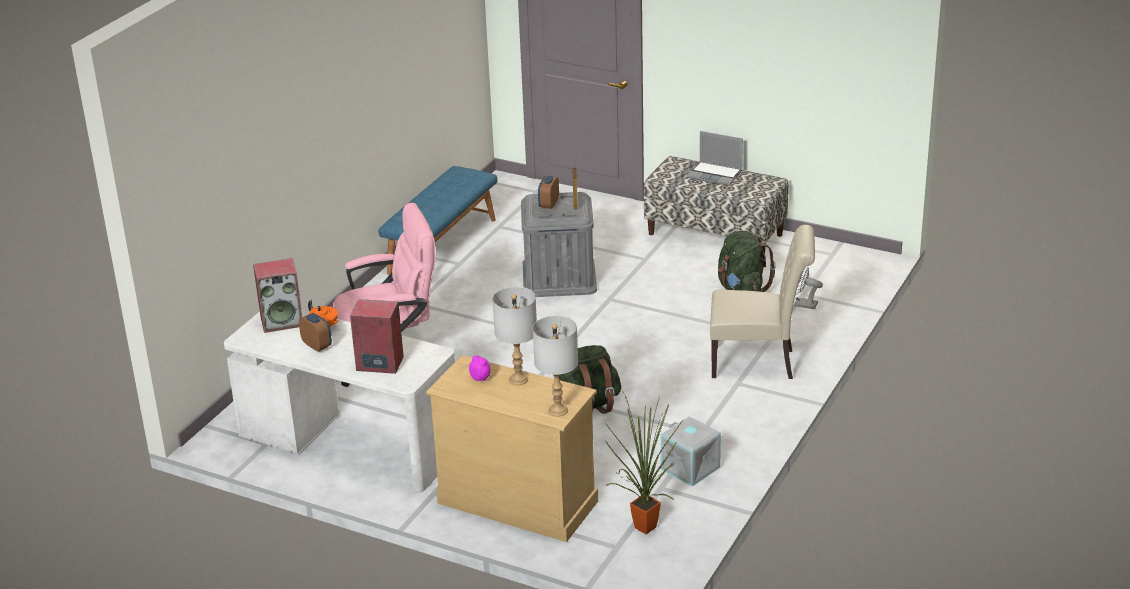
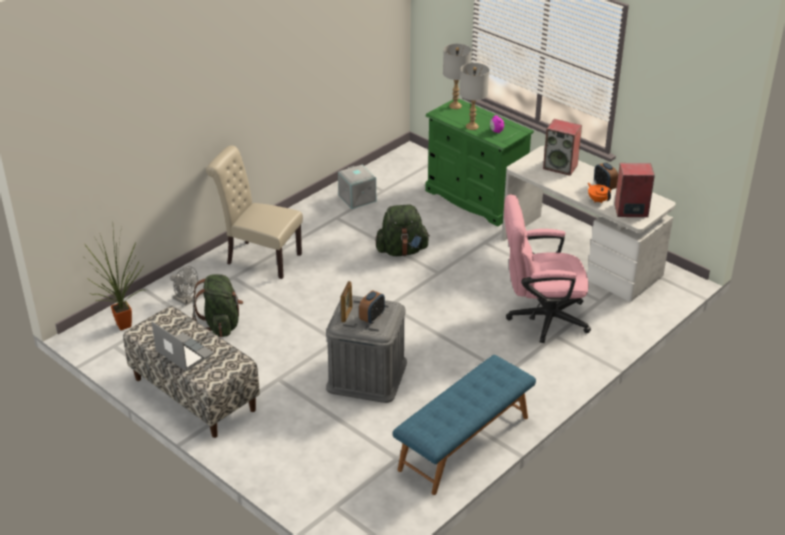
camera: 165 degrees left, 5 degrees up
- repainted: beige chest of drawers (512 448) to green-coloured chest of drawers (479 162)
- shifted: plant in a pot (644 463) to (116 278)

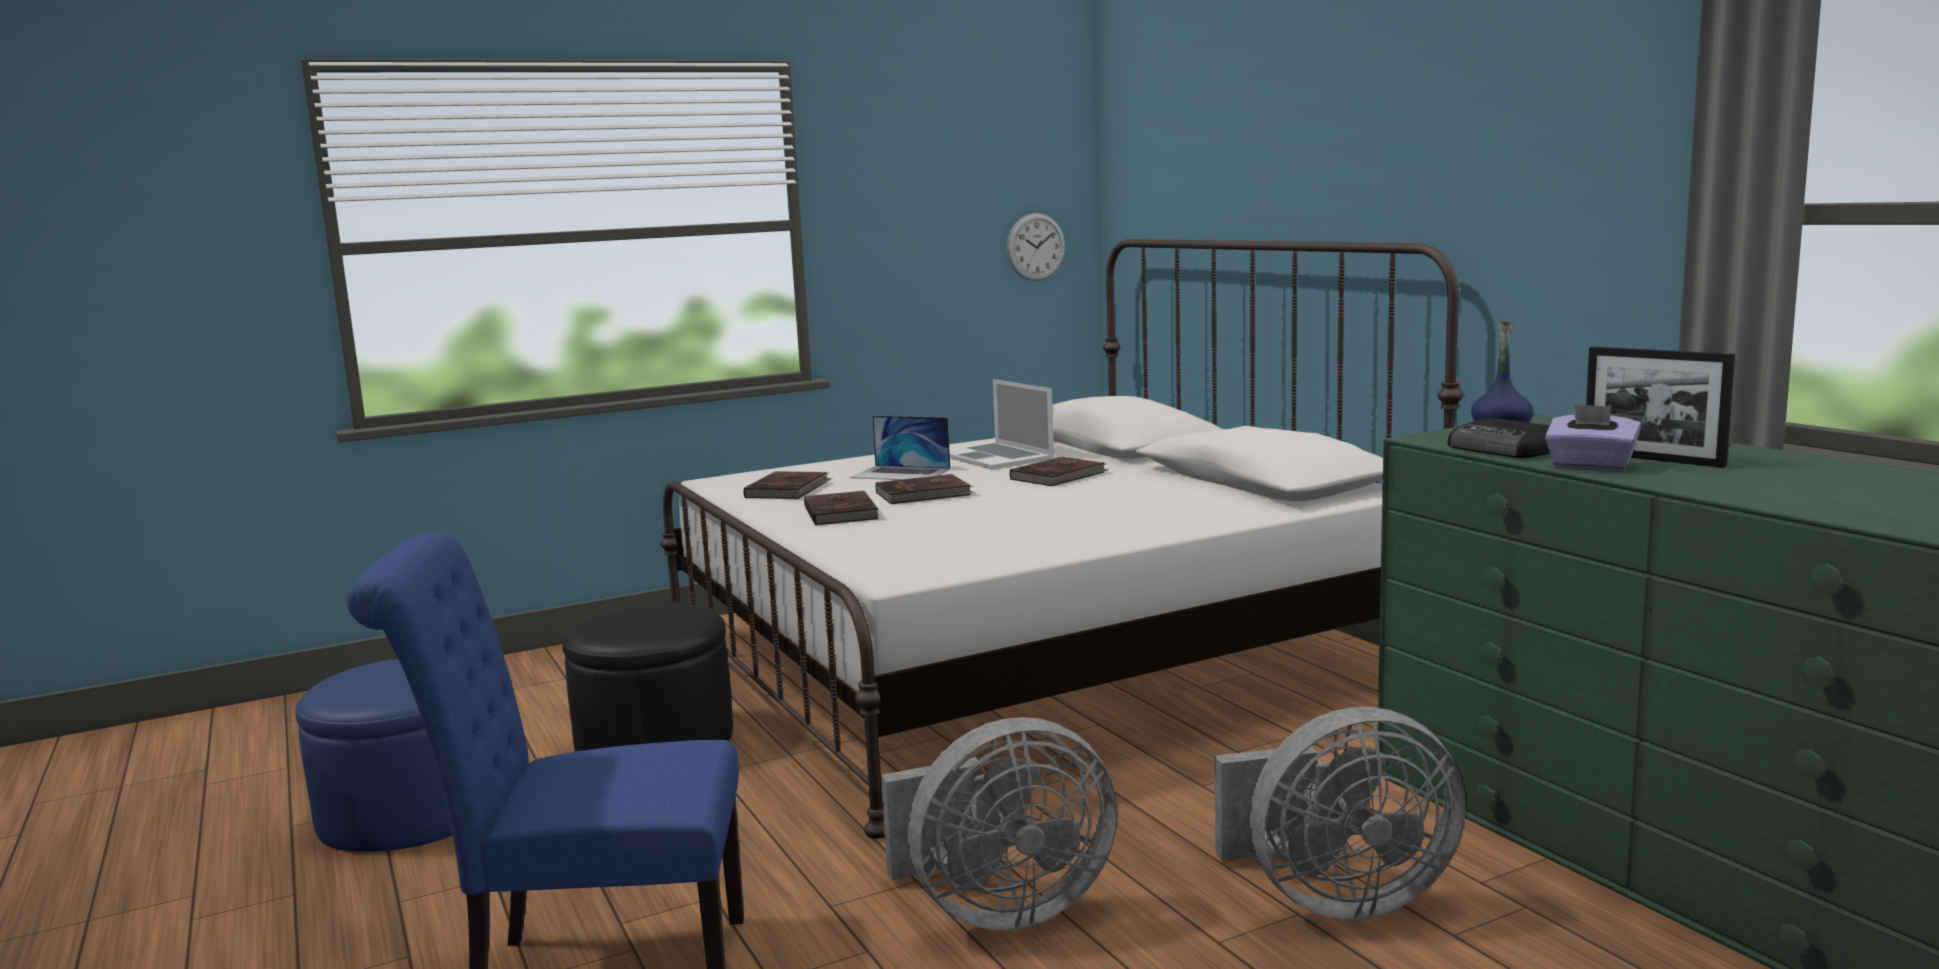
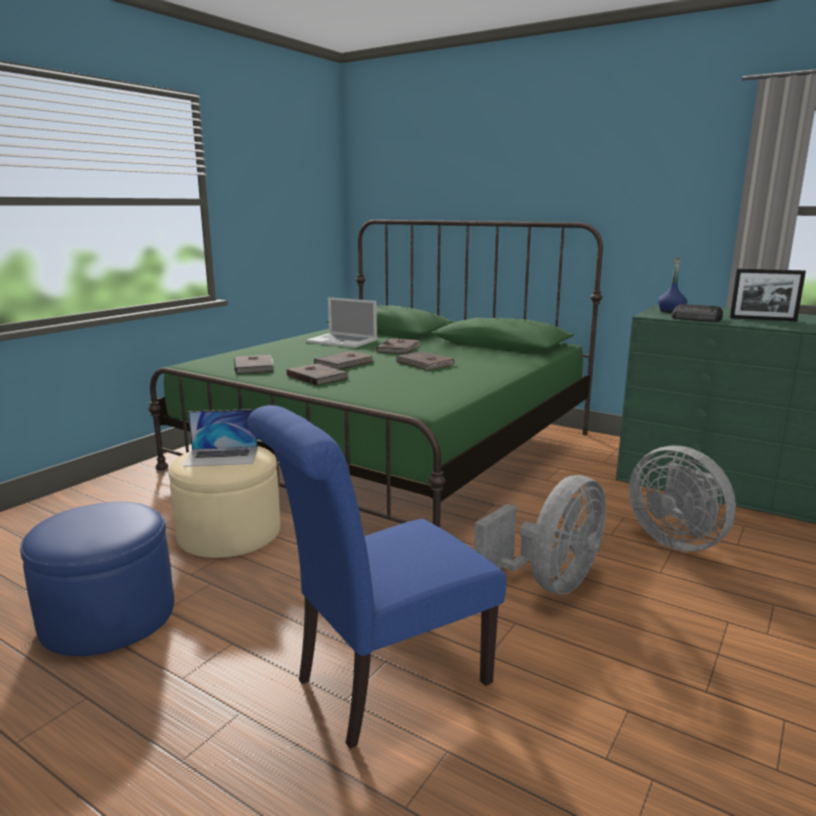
camera: 30 degrees left, 5 degrees up
- repainted: black ottoman (647 677) to beige ottoman (224 502)
- repainted: white bedroom bed (1061 539) to green-coloured bedroom bed (375 373)
- shifted: notebook computer (900 448) to (220 438)
- gone: clock on the wall (1036 247)
- rotated: greyish cooling fan (1340 813) = (682 499) 90 degrees clockwise
- gone: purplish tissue holder (1593 437)
- new: brown bound book (425 360)

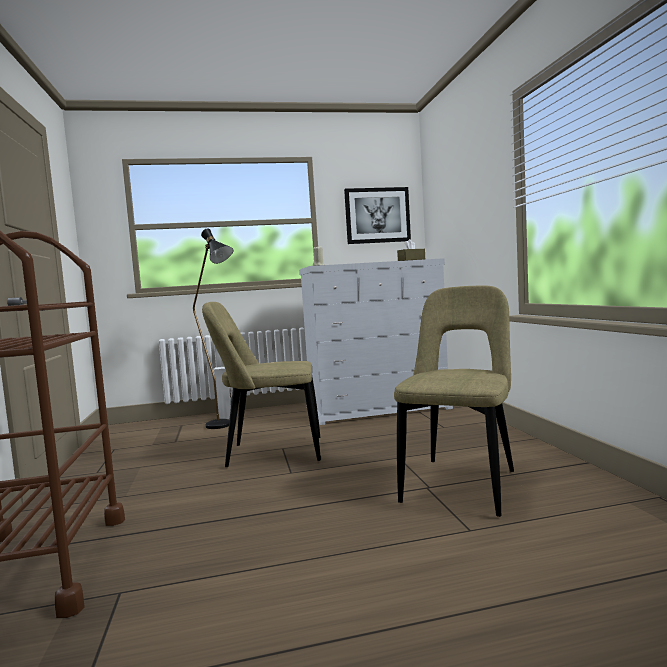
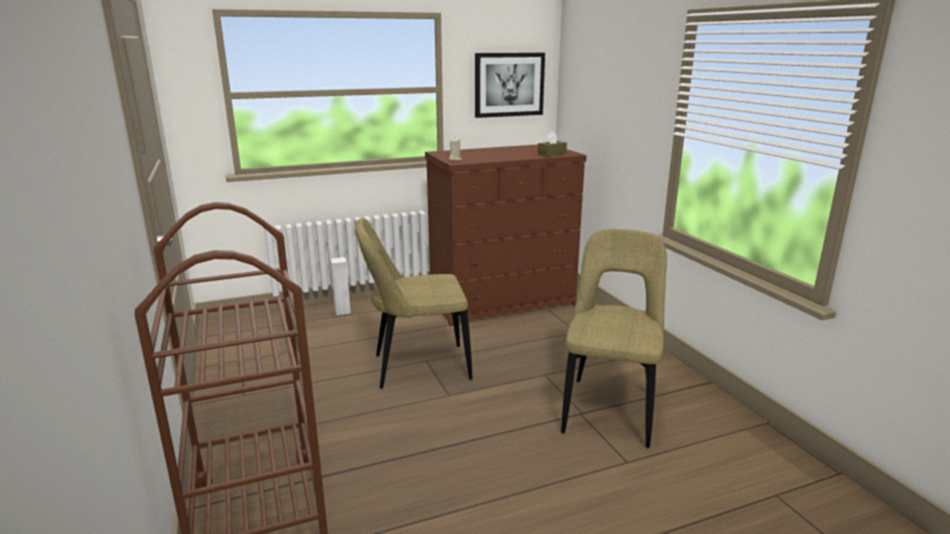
camera: 10 degrees left, 15 degrees up
- gone: black floor lamp (213 328)
- repainted: white chest of drawers (376 341) to brown chest of drawers (506 235)

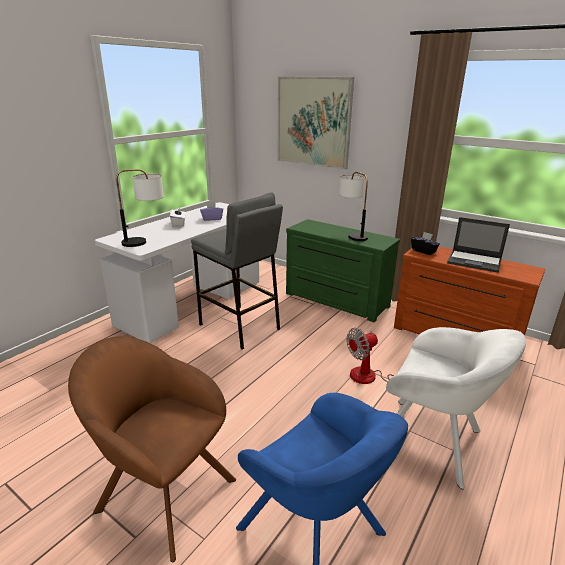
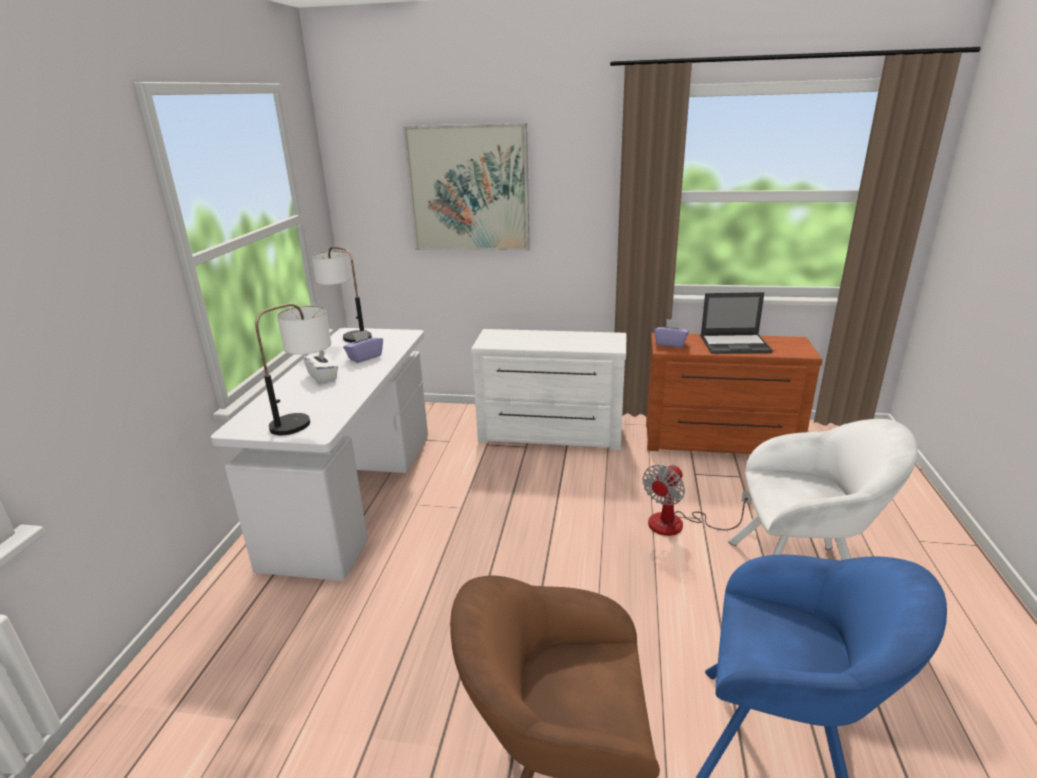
camera: 25 degrees left, 0 degrees up
- gone: greyish sitting stool (237 271)
- repainted: green-coloured chest of drawers (343 270) to white chest of drawers (548 389)
- shifted: table lamp (353 206) to (341 295)
- repainted: black tissue holder (425 243) to purplish tissue holder (671 333)

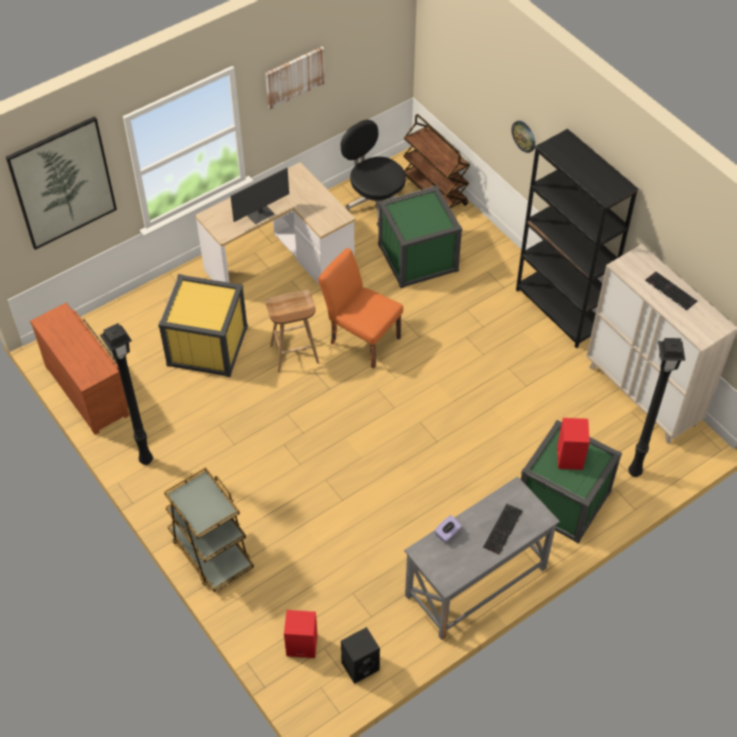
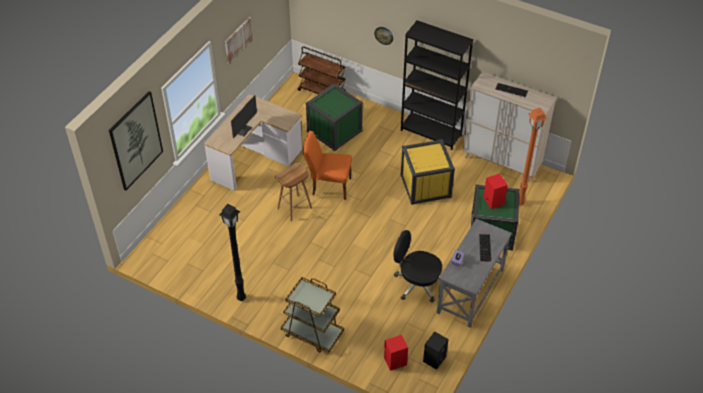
camera: 25 degrees left, 5 degrees down
- gone: brown chest of drawers (80 369)
- shifted: yellow-coloured storage bin (203 325) to (427 172)
- shifted: black computer chair (373 173) to (417 266)
- repainted: black floor lamp (656 407) to orange-coloured floor lamp (533 157)

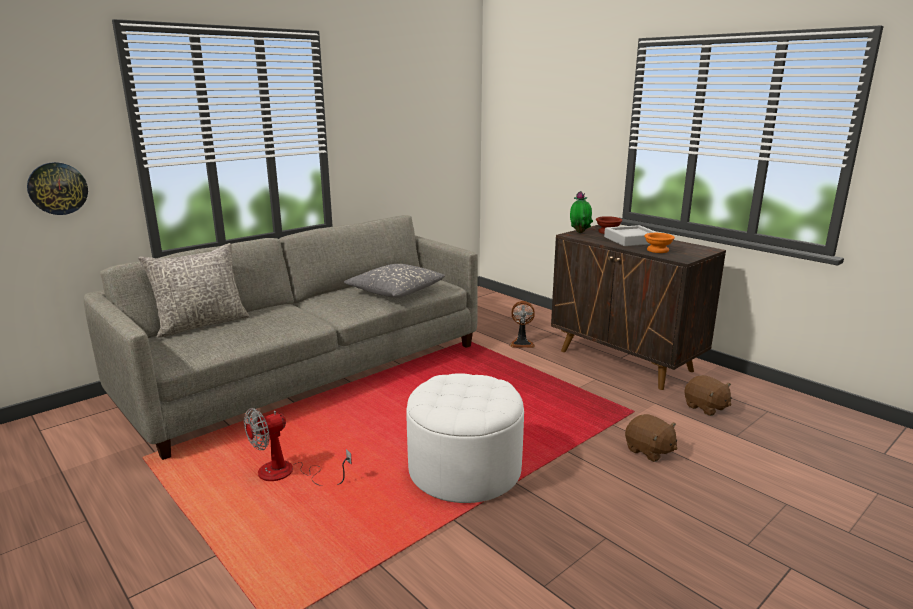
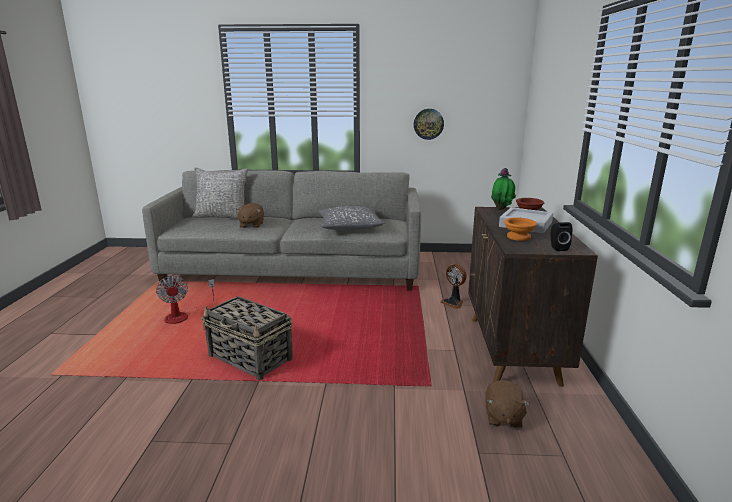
camera: 45 degrees right, 0 degrees up
- shifted: clock on the wall (57 188) to (429 124)
- rotated: cooling fan (298 447) = (185 300) 120 degrees counterclockwise
- swapped: white ottoman (465 438) to basket (247 338)
- shifted: brown soft toy (651 438) to (250 215)
- new: black loudspeaker (561 236)

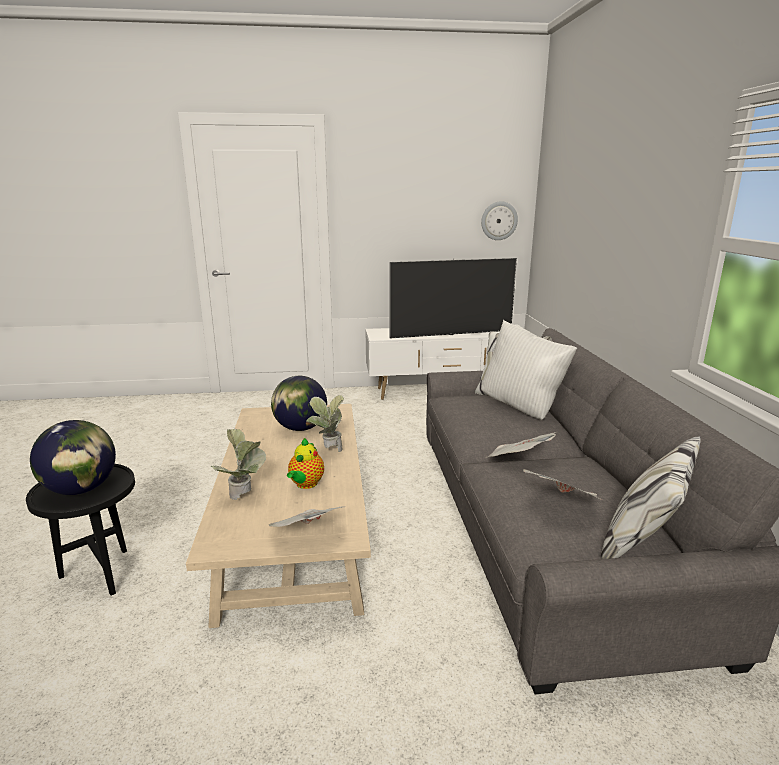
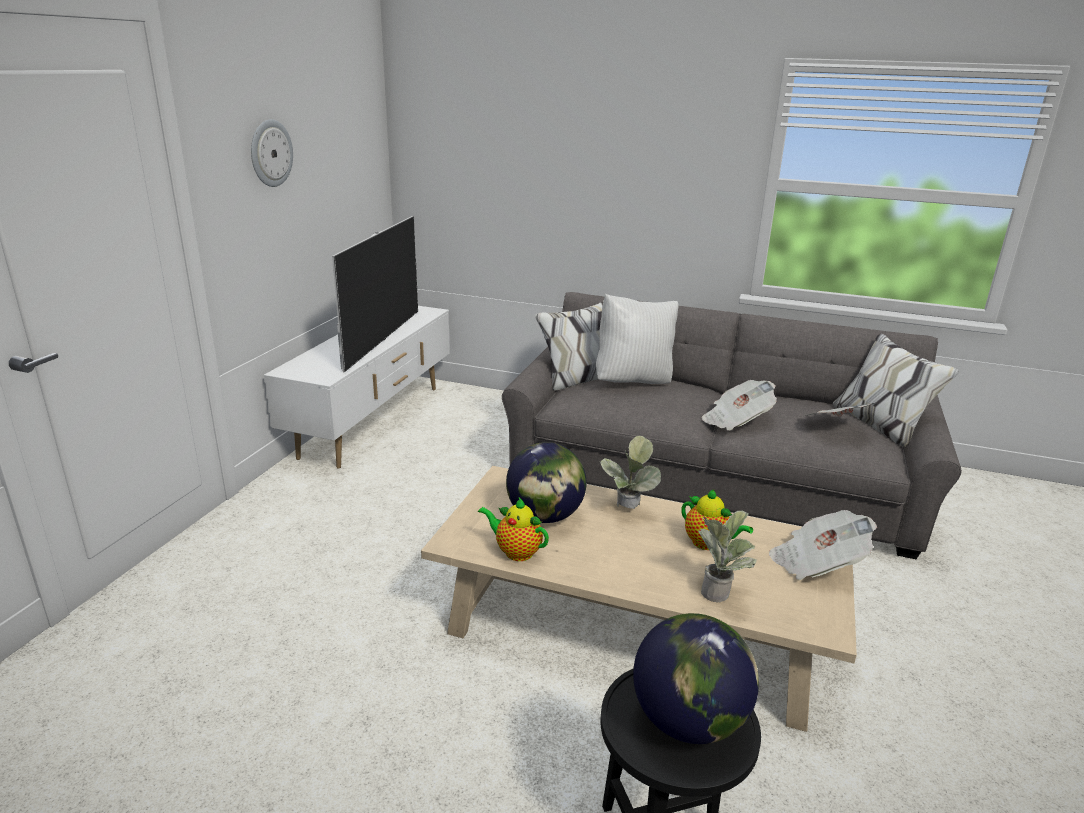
camera: 65 degrees left, 5 degrees up
- shifted: clock on the wall (499 220) to (272 153)
- new: teapot (513 529)

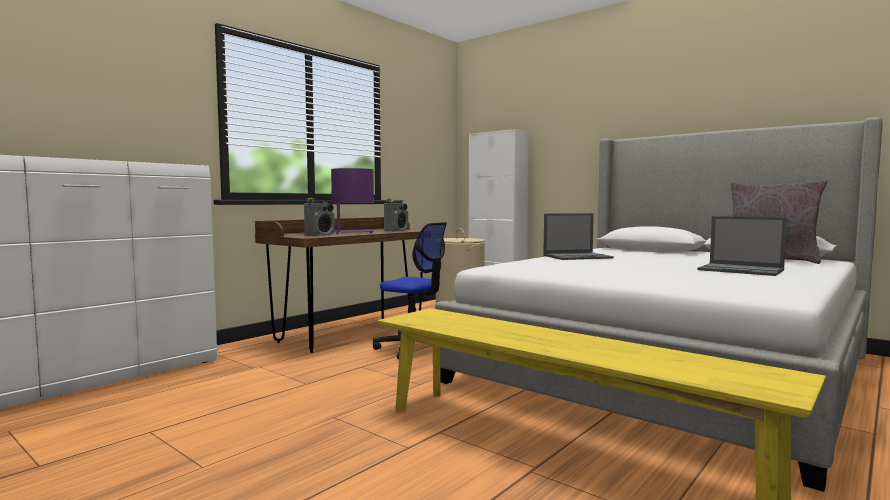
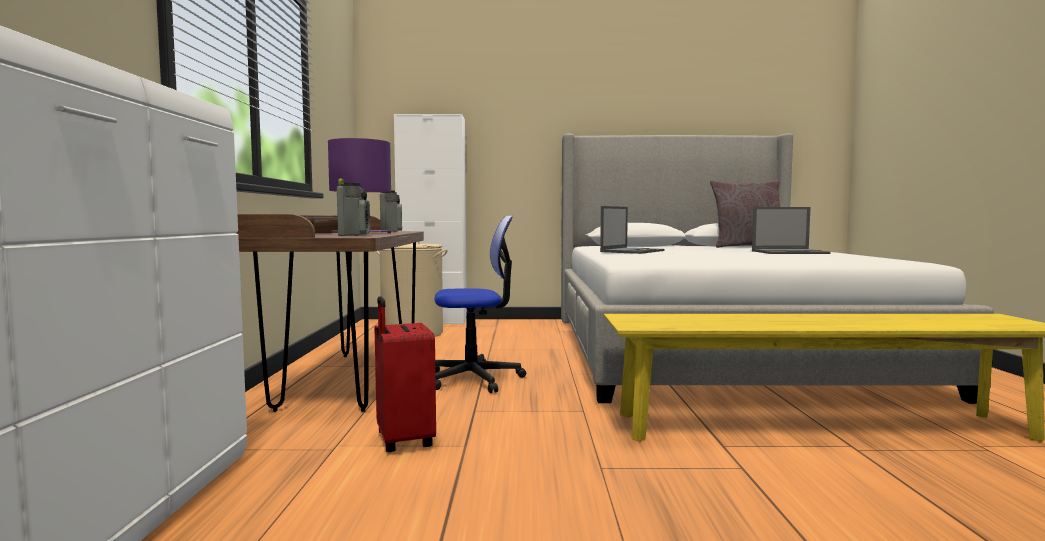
camera: 40 degrees left, 0 degrees up
- new: reddish piece of luggage (405 374)

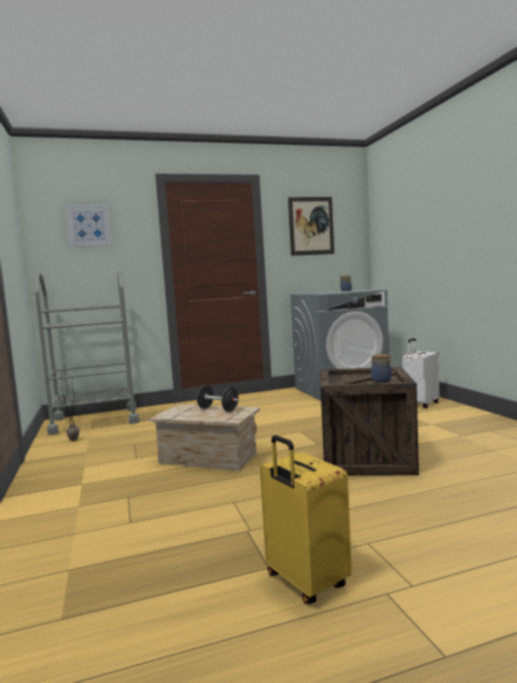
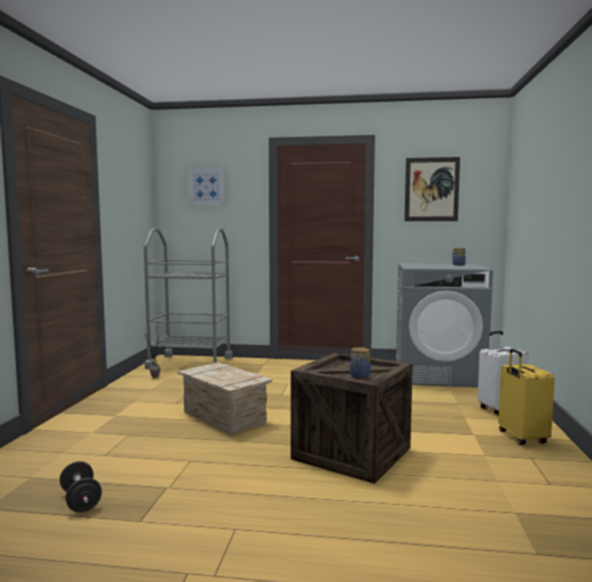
camera: 25 degrees right, 0 degrees up
- shifted: black hand weight (218 398) to (80 486)
- shifted: yellow-coloured piece of luggage (306 519) to (526 397)

